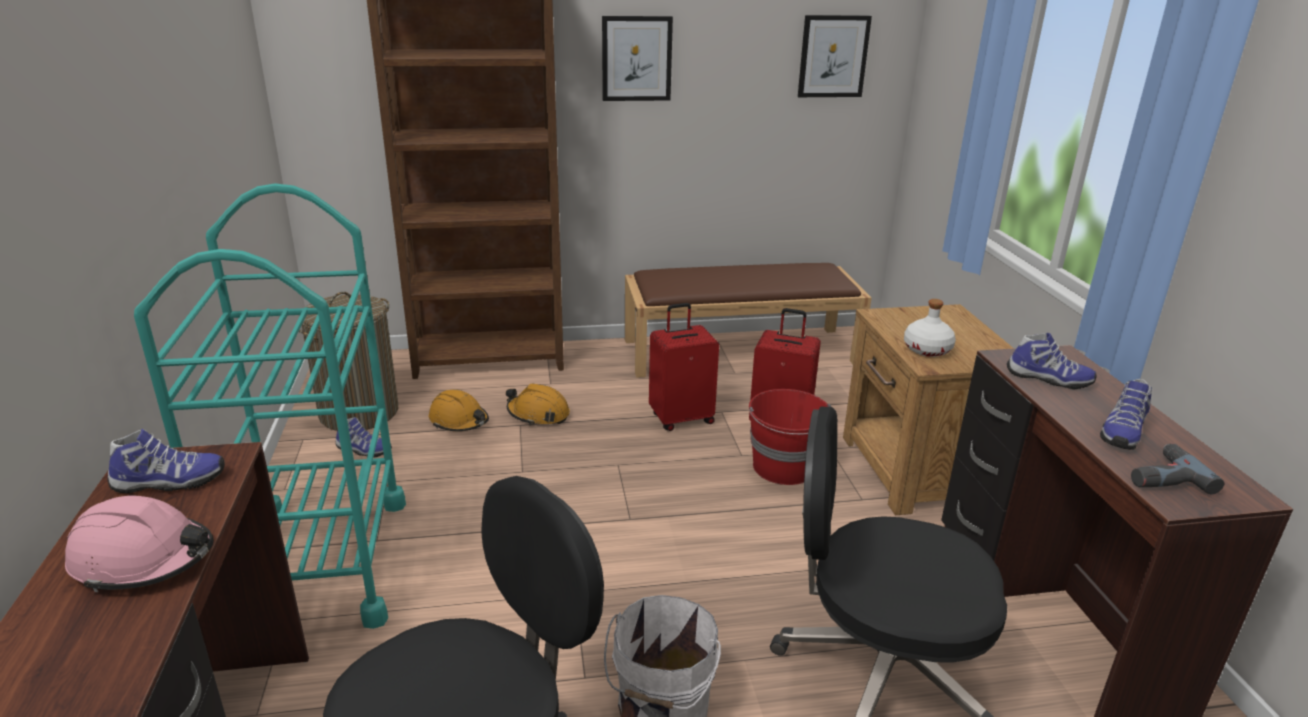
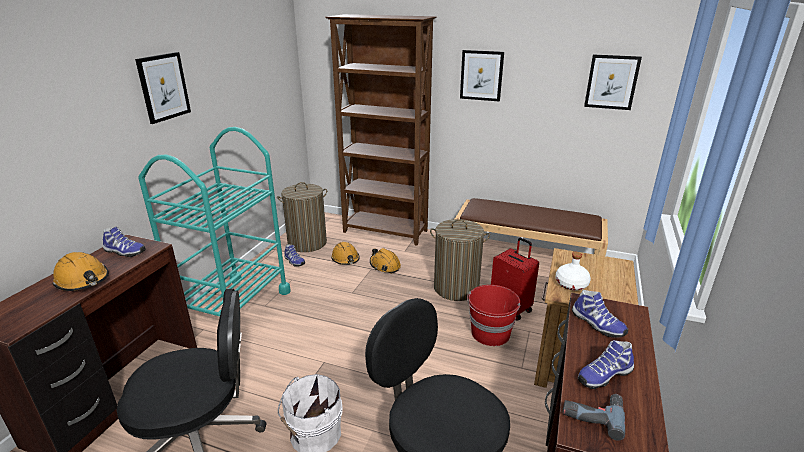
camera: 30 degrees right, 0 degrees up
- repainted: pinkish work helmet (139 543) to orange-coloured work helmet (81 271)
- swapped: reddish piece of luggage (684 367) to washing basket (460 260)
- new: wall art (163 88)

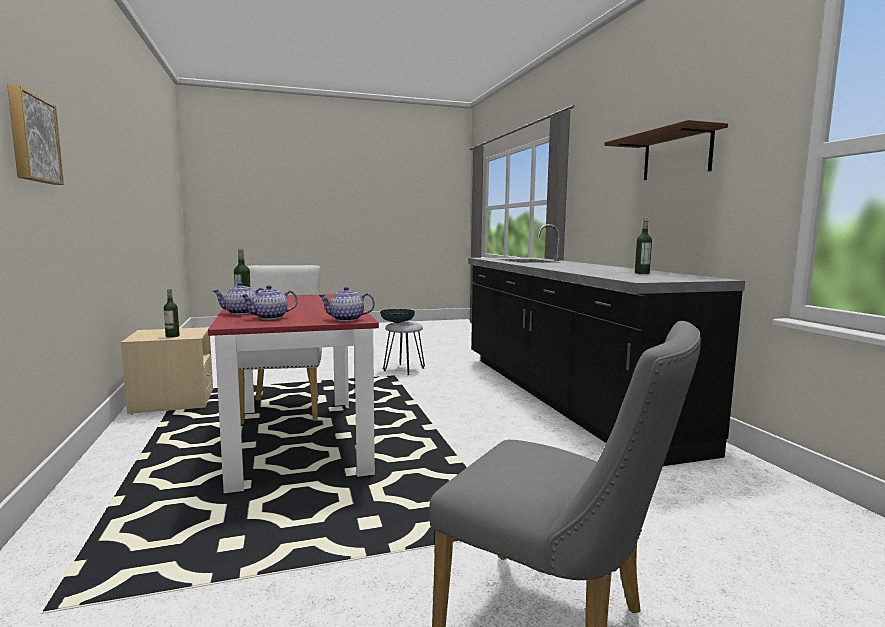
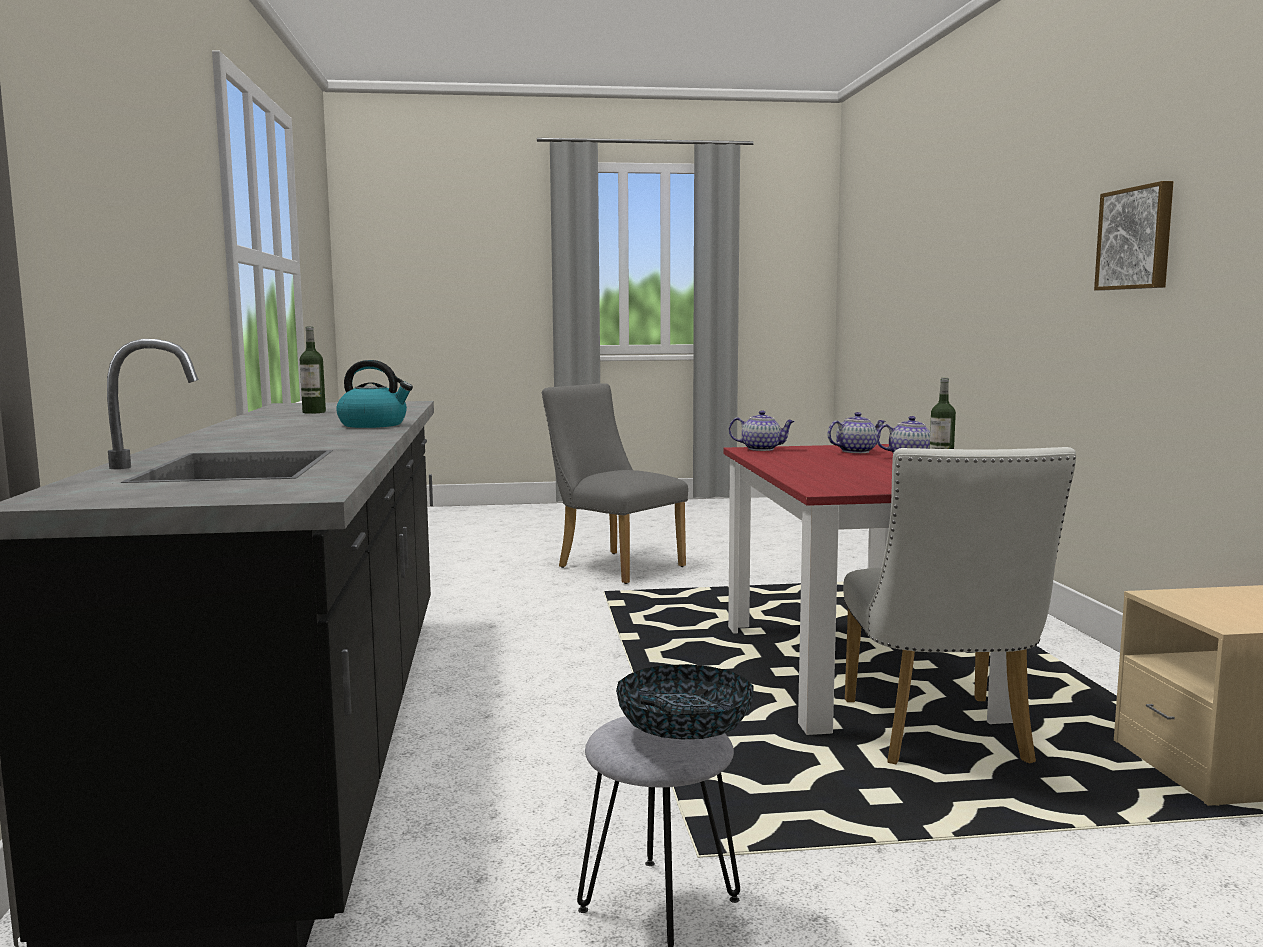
camera: 170 degrees left, 0 degrees up
- gone: beverage bottle (172 313)
- gone: brown shelf (666 150)
- new: tea kettle (374 394)

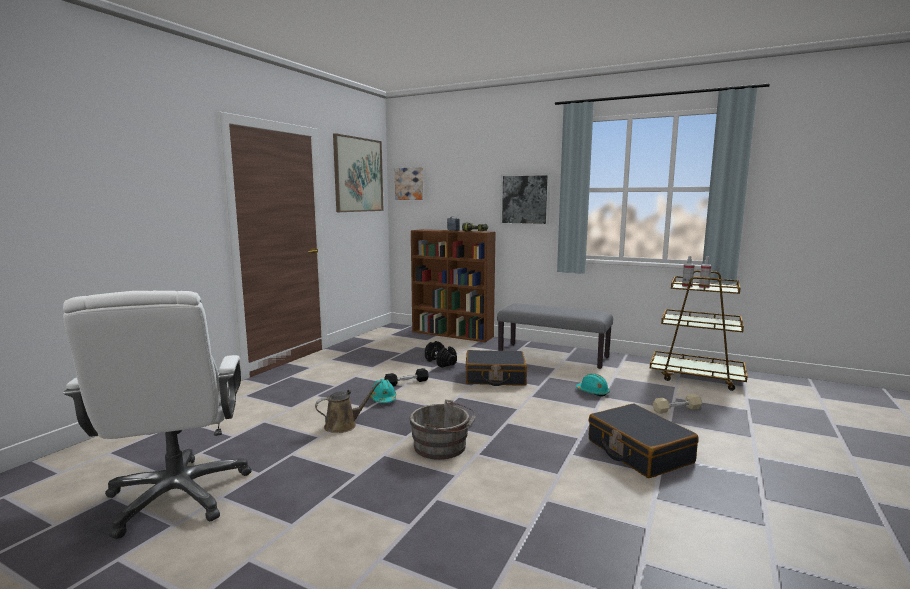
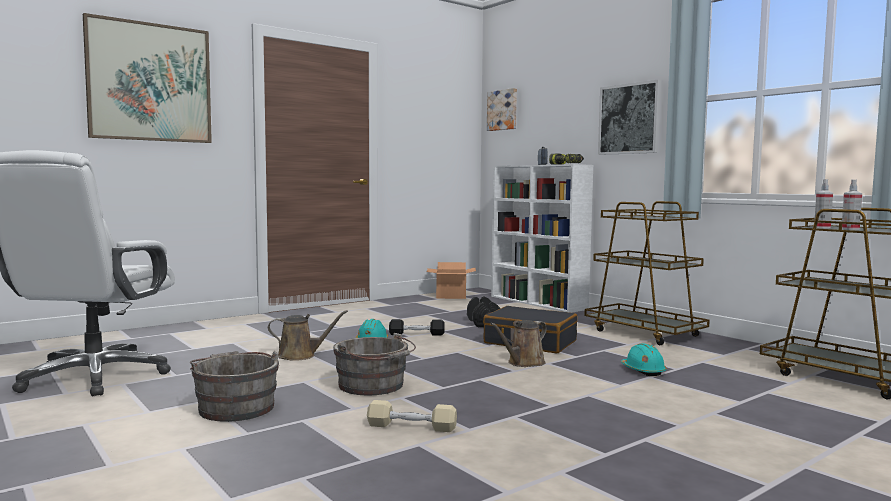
camera: 25 degrees right, 5 degrees down
- shifted: wall art (358 172) to (147 78)
- repainted: brown bookcase (453 285) to white bookcase (542 238)
- swapped: greyish bench (555 336) to brown trolley (647 273)
- gone: black piece of luggage (643 440)
- shifted: beige hand weight (677 404) to (412 416)
- new: greyish bucket (234 386)
- new: carton (451 280)
- new: brown watering can (518 343)

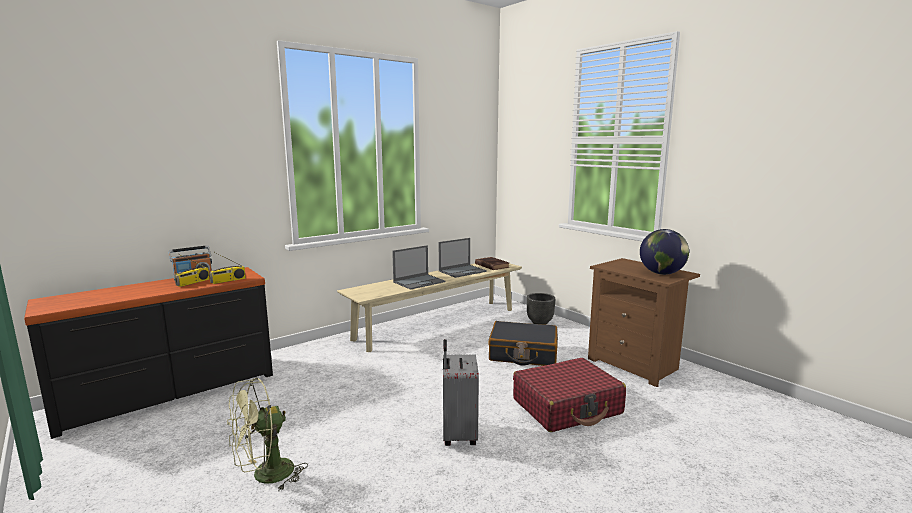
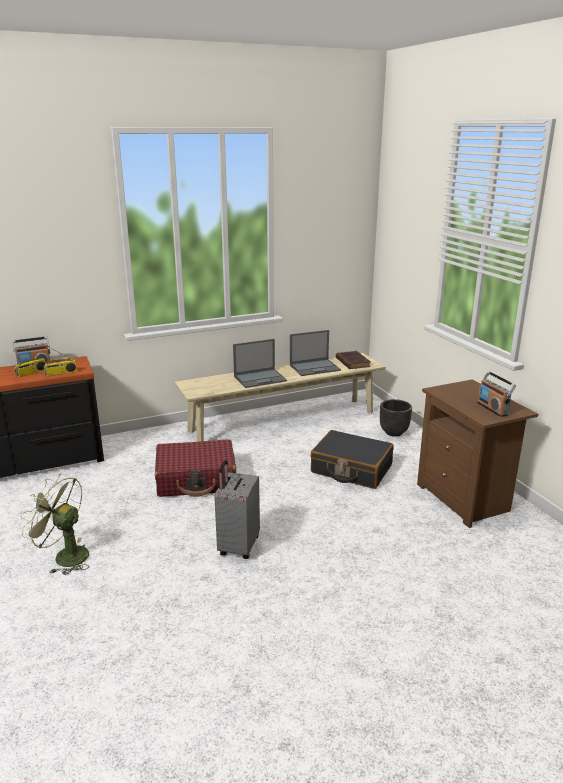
camera: 15 degrees right, 10 degrees up
- rotated: green-coloured cooling fan (267 434) = (55 524) 45 degrees clockwise
- shifted: reddish piece of luggage (569 395) to (195 468)
- swapped: globe (664 252) to radio receiver (496 394)

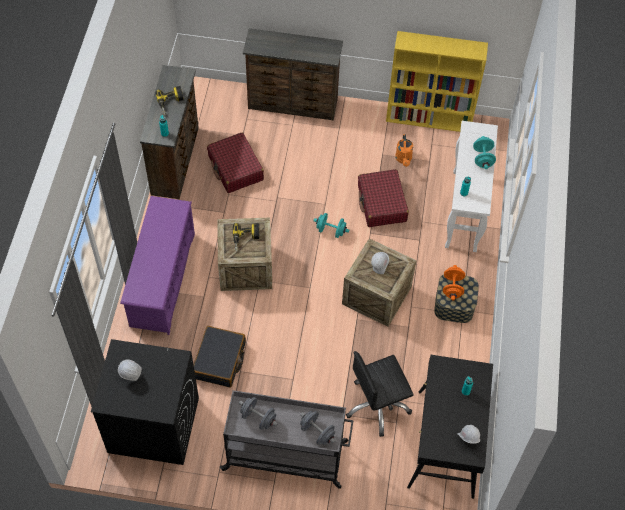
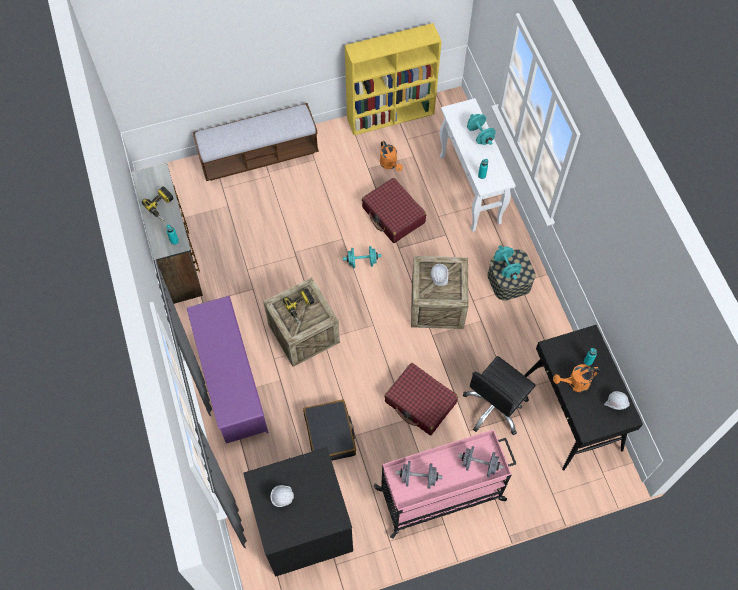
camera: 25 degrees left, 5 degrees up
- shifted: reddish piece of luggage (235 162) to (421 399)
- repainted: greyish trolley (287 439) to pinkish trolley (445 484)
- swapped: brown chest of drawers (293 74) to bench (255 142)
- repainted: orange-coloured hand weight (454 283) to turquoise hand weight (508 262)
- new: orange-coloured watering can (576 378)

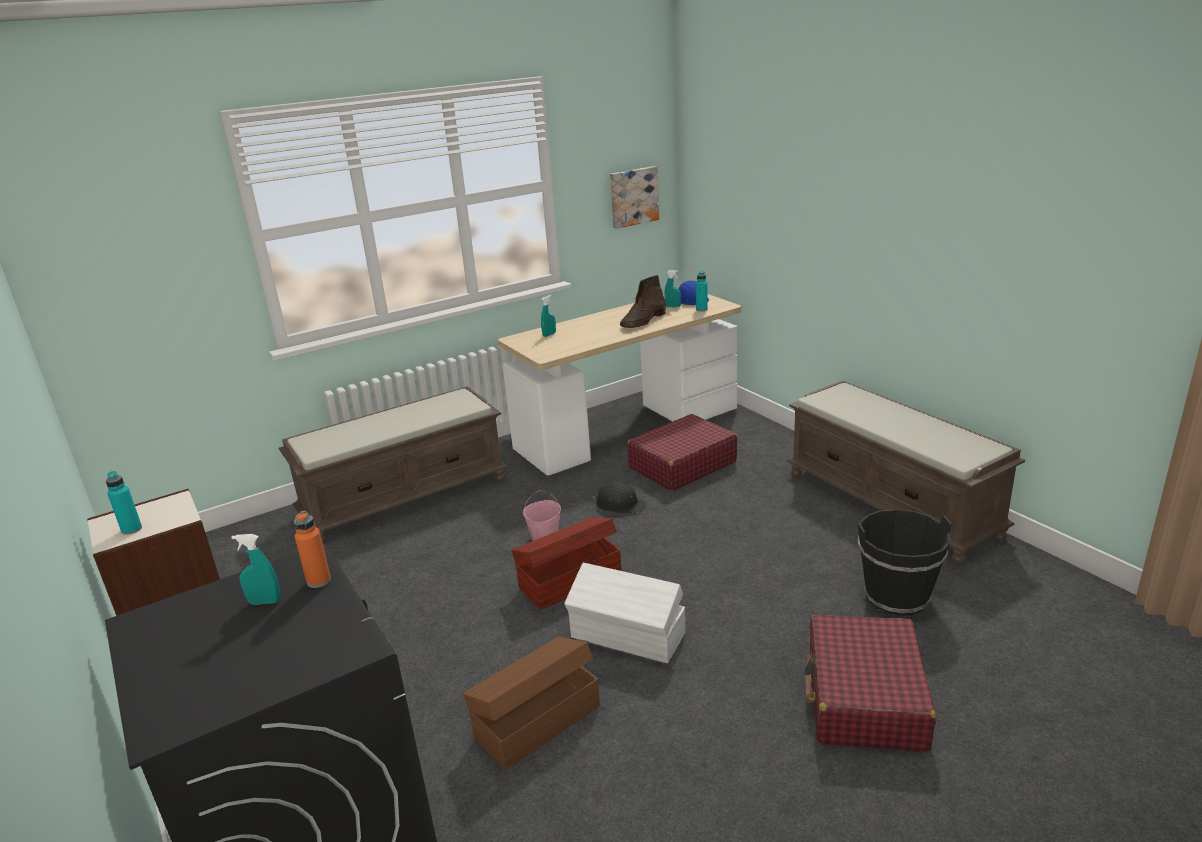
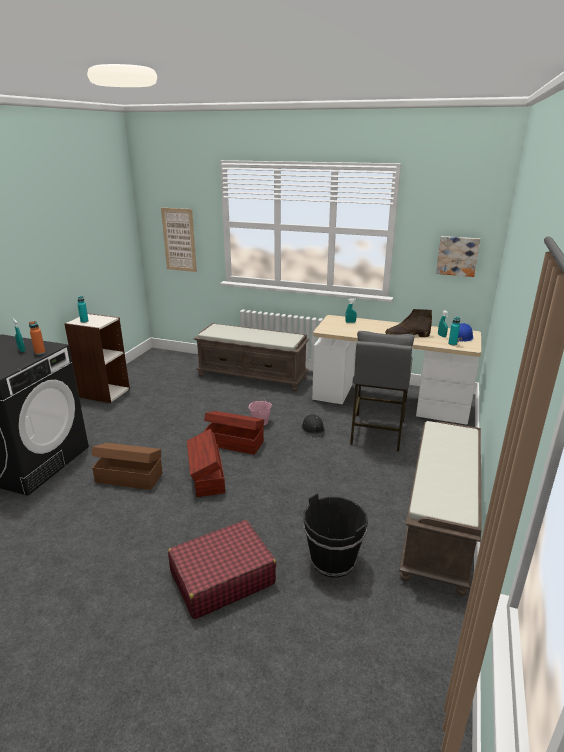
camera: 50 degrees right, 0 degrees up
- repainted: white storage bin (624 613) to brown storage bin (206 463)
- swapped: reddish piece of luggage (682 452) to greyish sitting stool (382 391)
- new: wall art (179 240)

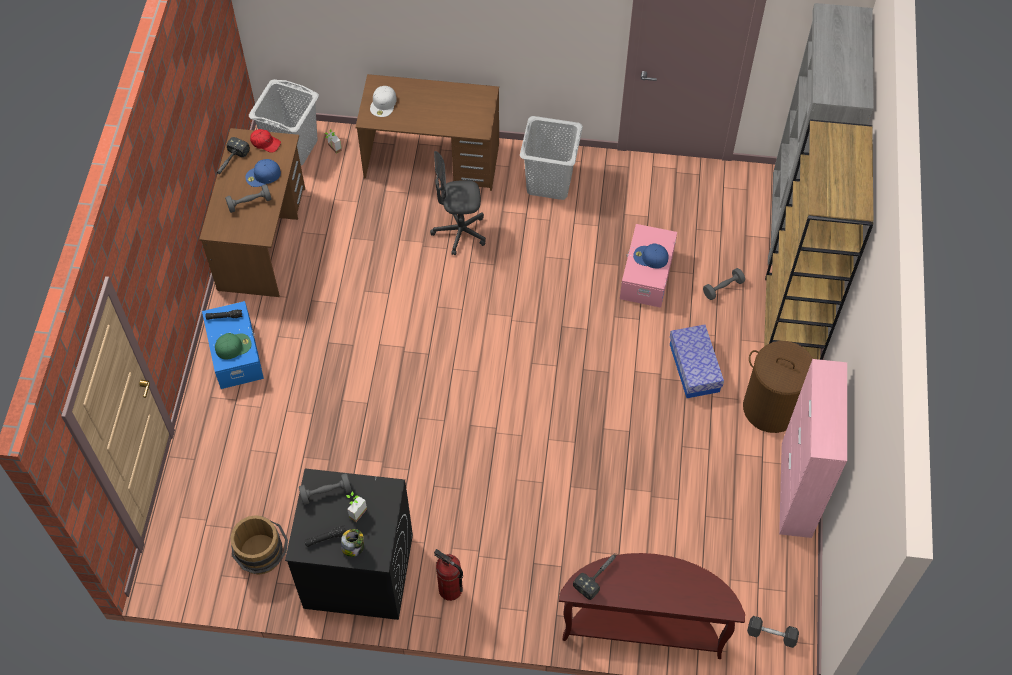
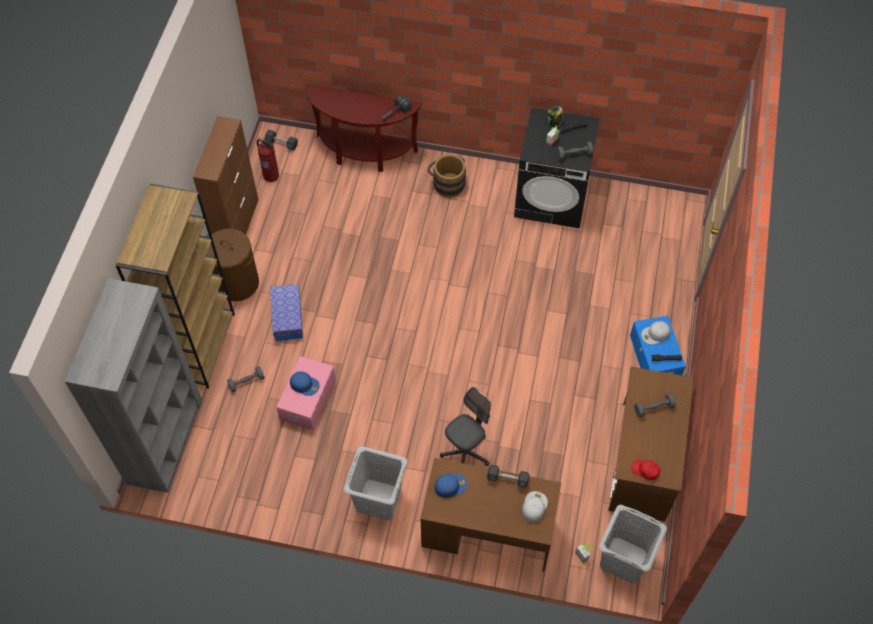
camera: 175 degrees left, 0 degrees up
- repainted: green-coloured cap (233 346) to white cap (656 332)
- gone: hammer (233 156)
- shifted: brown bucket (259 545) to (446 176)
- shifted: blue cap (263 173) to (450 486)
- rotated: greyish computer chair (458 203) = (465 426) 45 degrees counterclockwise
- shifted: fire extinguisher (448 575) to (268 160)
- repainted: pinkish cupboard (813 448) to brown cupboard (226 175)
- new: greyish hand weight (508 477)

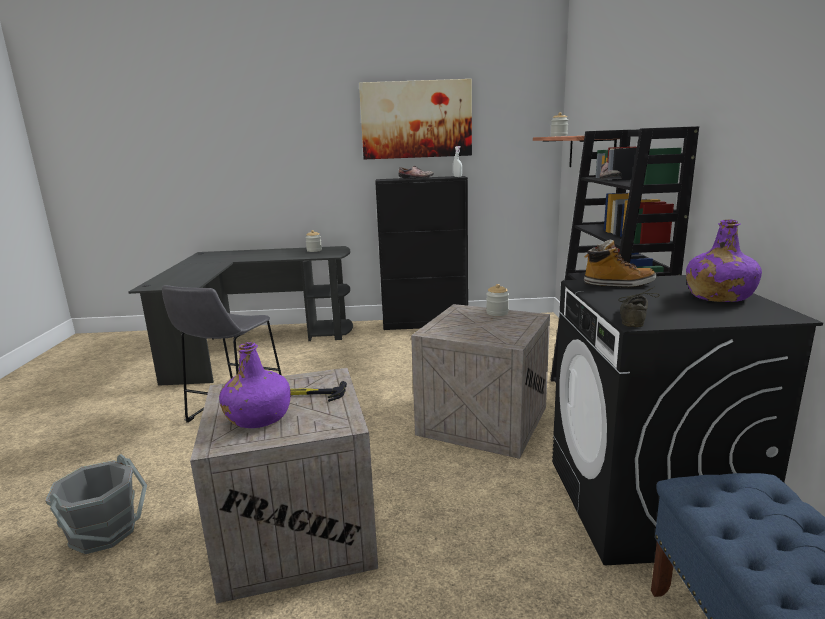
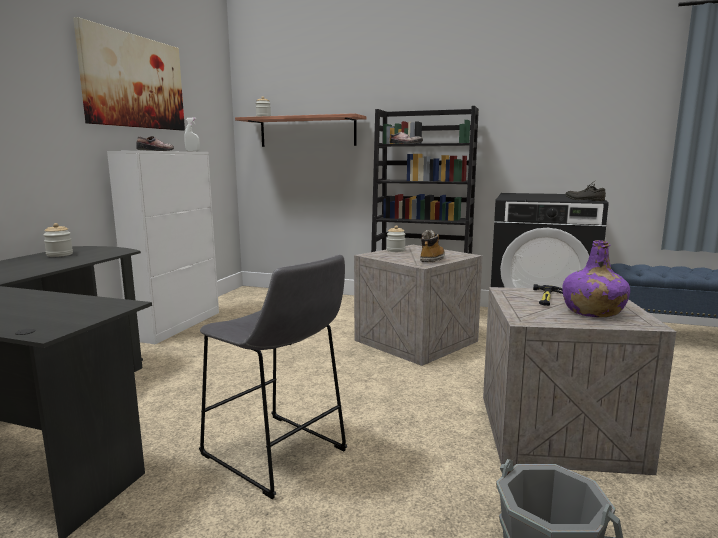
camera: 70 degrees left, 5 degrees down
- repainted: black cupboard (421 253) to white cupboard (163 247)
- shifted: high-top boot (620 264) to (432 246)
- gone: purplish beverage bottle (724 260)

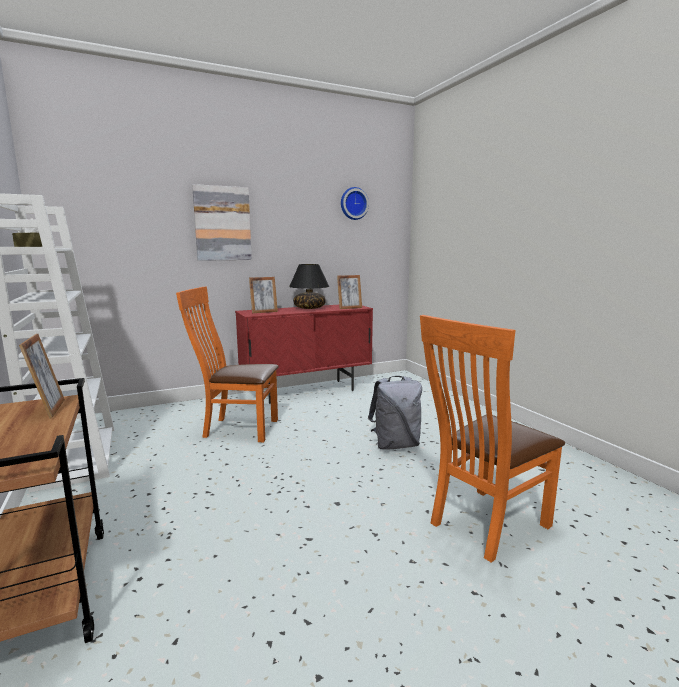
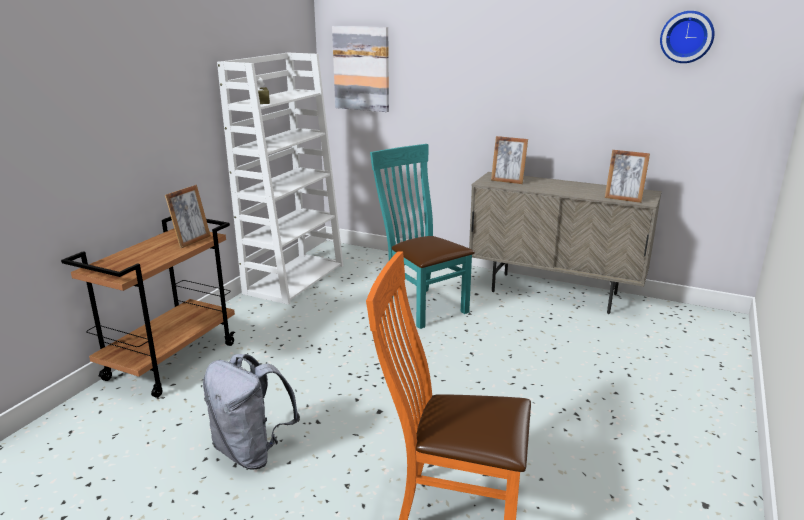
camera: 50 degrees right, 10 degrees up
- repainted: orange-coloured plain chair (227 364) to turquoise plain chair (422 236)
- shifted: wall art (222 222) to (360 69)
- repainted: reddish cupboard (304 354) to beige cupboard (565 243)
- gone: black table lamp (309 286)
- shifted: greyish rucksack (395 413) to (251 412)

